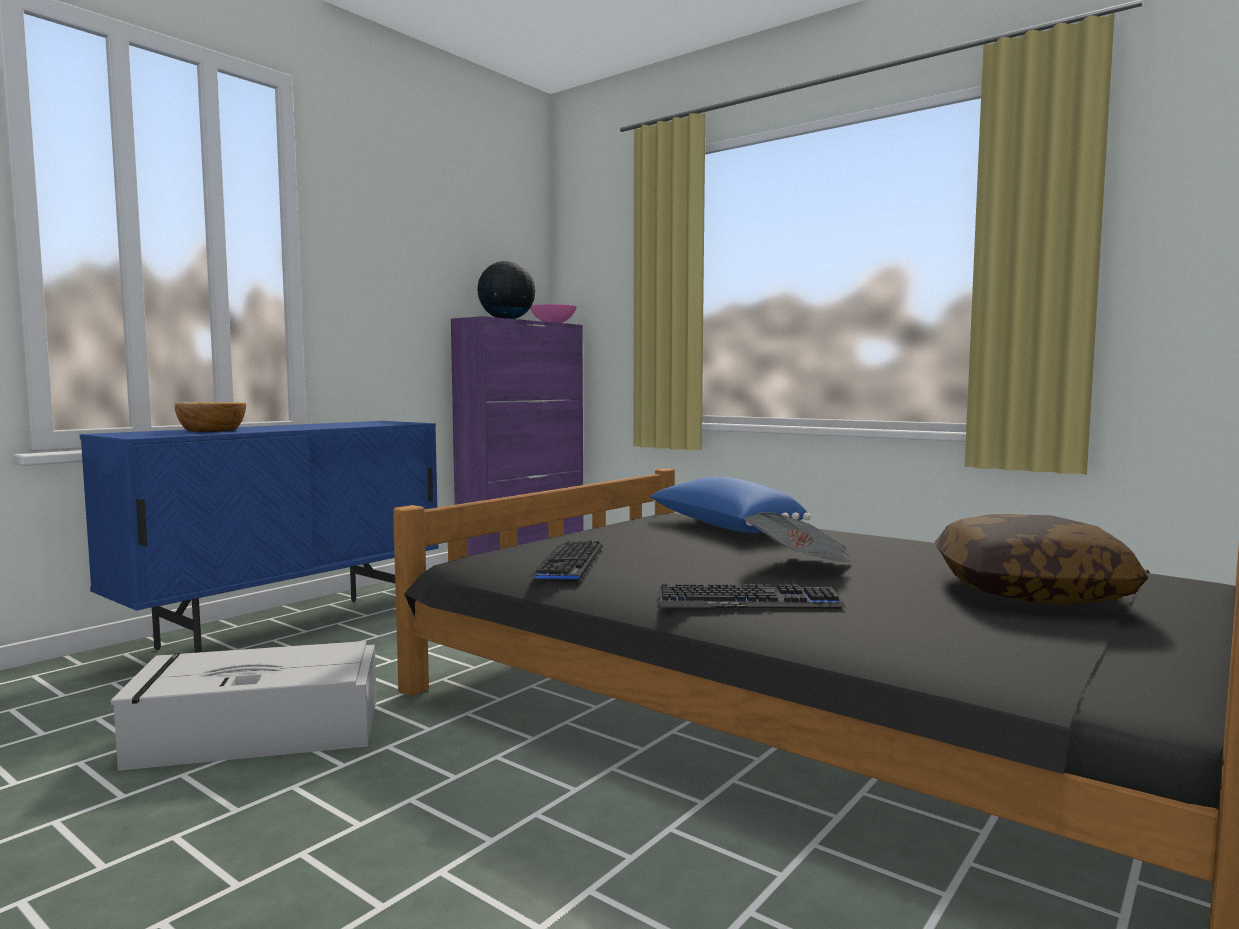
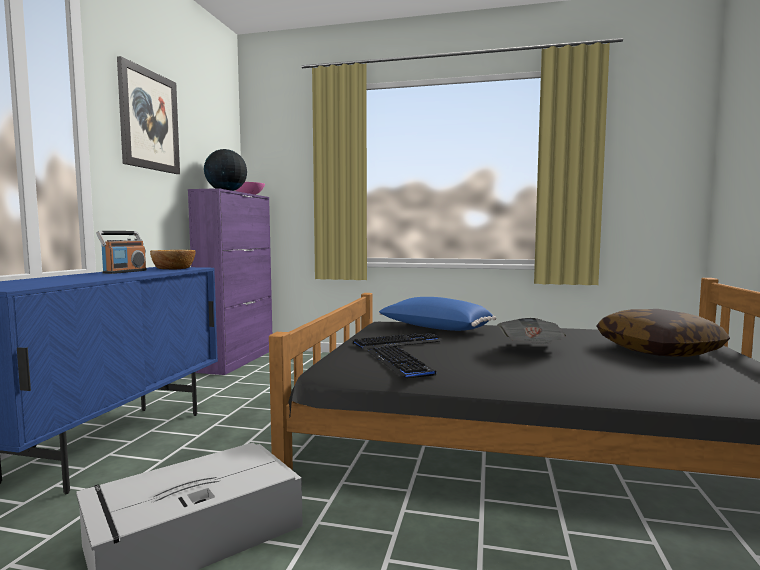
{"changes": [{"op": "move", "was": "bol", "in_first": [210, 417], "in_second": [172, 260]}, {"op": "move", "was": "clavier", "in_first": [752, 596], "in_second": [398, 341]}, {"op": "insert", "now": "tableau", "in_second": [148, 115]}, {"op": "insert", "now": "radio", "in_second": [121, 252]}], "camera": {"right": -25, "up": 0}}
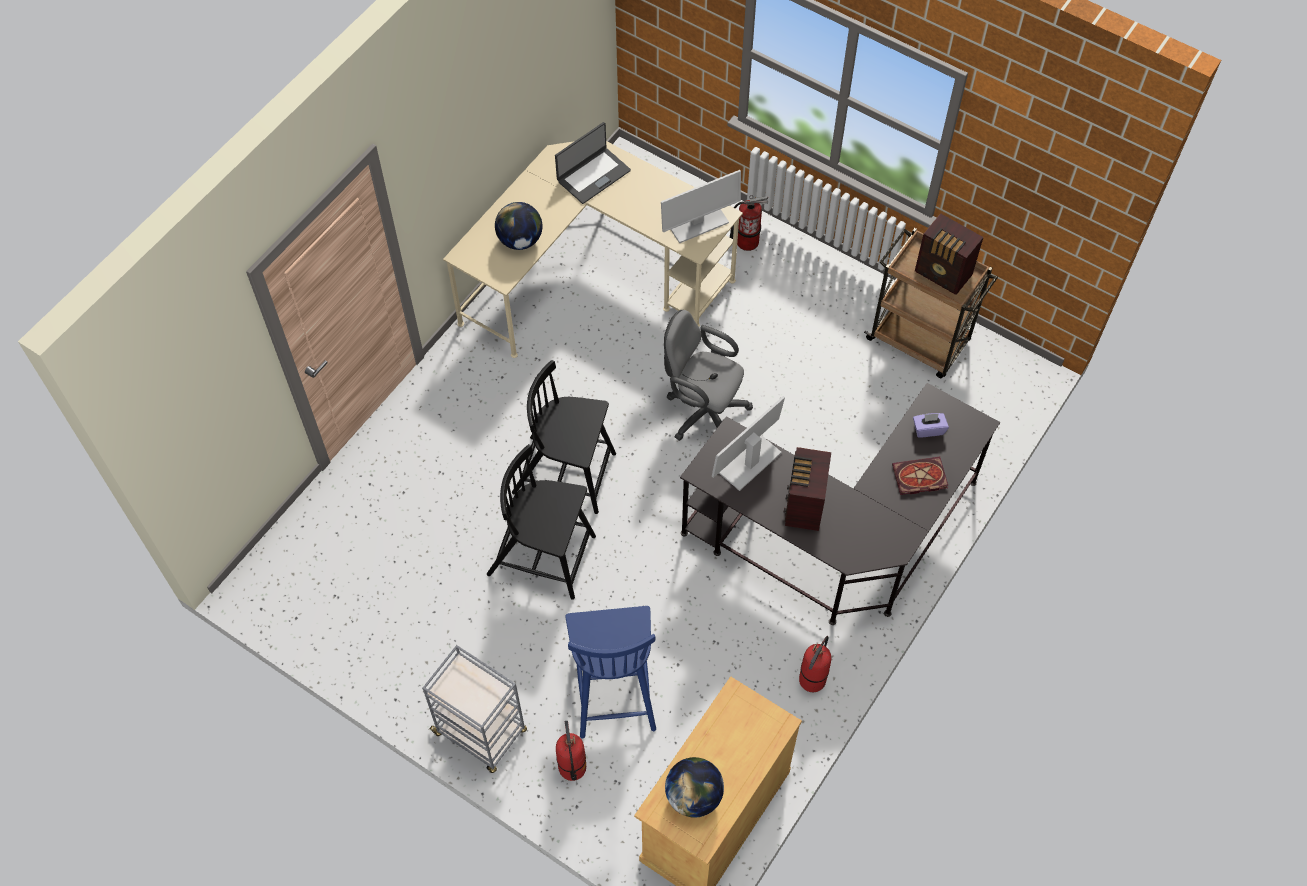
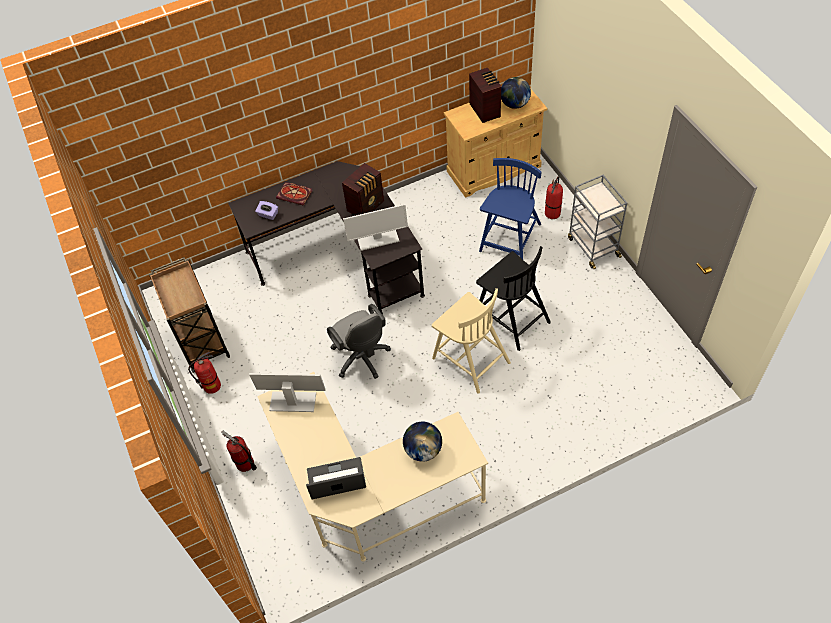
{"changes": [{"op": "move", "was": "radio", "in_first": [949, 254], "in_second": [485, 95]}, {"op": "recolor", "was": "chaise/noir", "now": "chaise/beige", "in_first": [564, 437], "in_second": [471, 341]}, {"op": "move", "was": "extincteur", "in_first": [815, 664], "in_second": [204, 373]}], "camera": {"right": -145, "up": -5}}
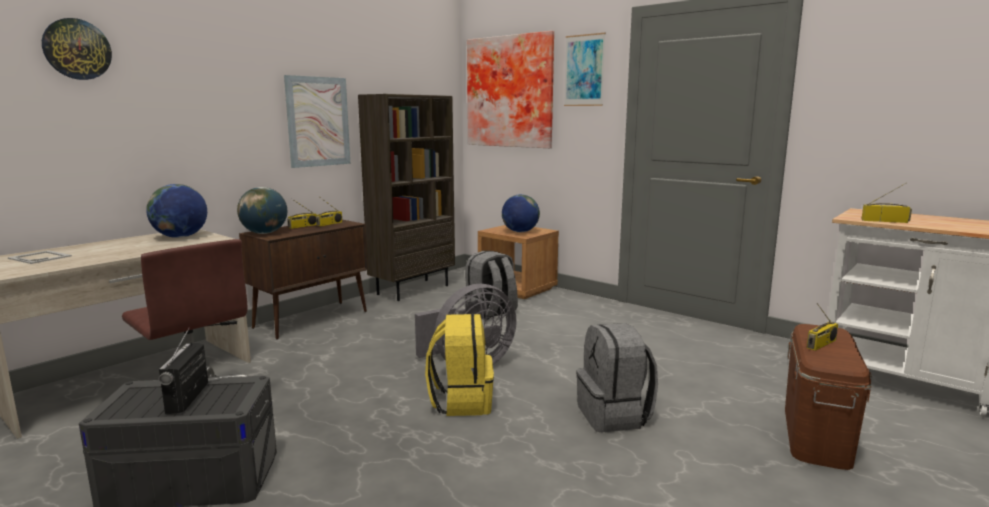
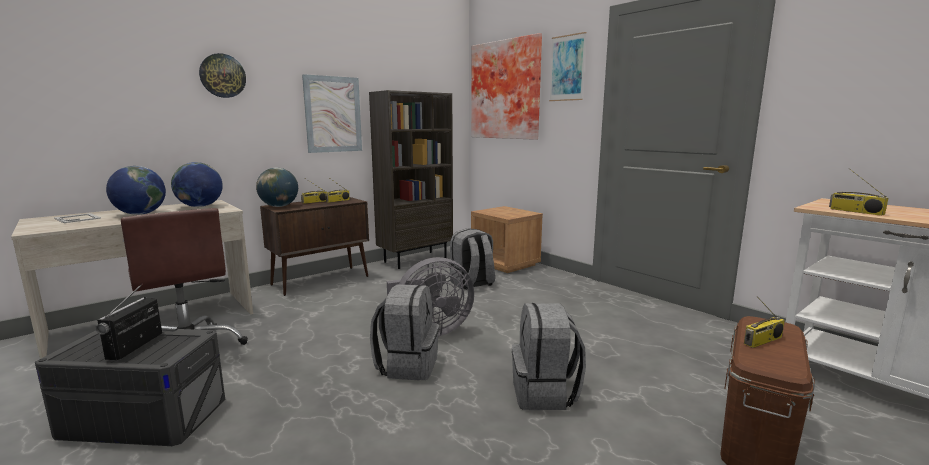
{"changes": [{"op": "move", "was": "horloge murale", "in_first": [77, 49], "in_second": [222, 75]}, {"op": "rotate", "was": "radio", "in_first": [886, 203], "in_second": [858, 192], "clockwise": -150}, {"op": "move", "was": "globe", "in_first": [521, 213], "in_second": [136, 190]}, {"op": "recolor", "was": "sac à dos/jaune", "now": "sac à dos/gris", "in_first": [459, 365], "in_second": [404, 332]}], "camera": {"right": 10, "up": 0}}
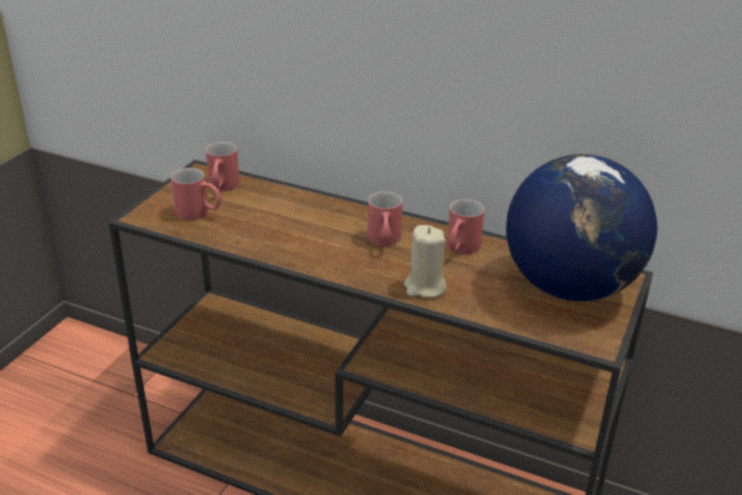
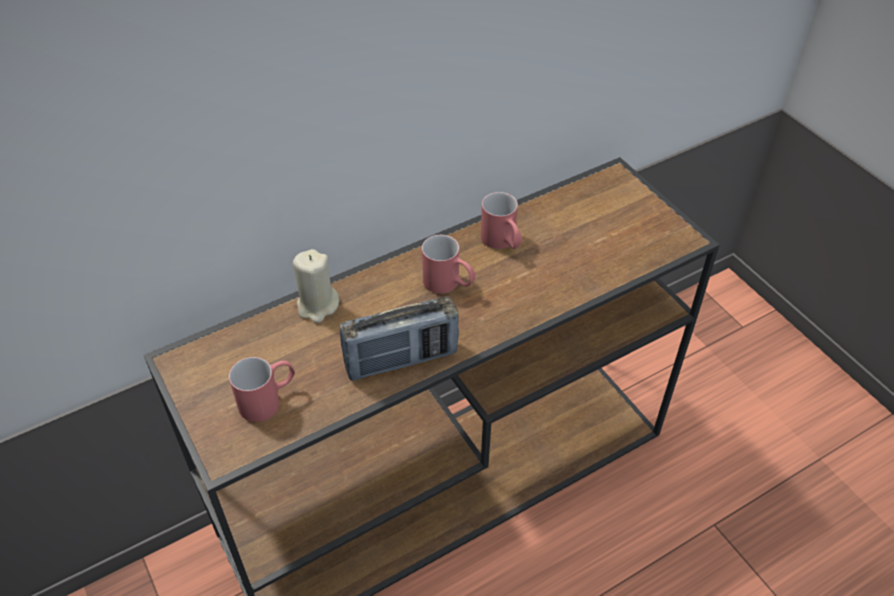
{"changes": [{"op": "delete", "was": "mug/rouge", "in_first": [222, 166]}, {"op": "delete", "was": "globe", "in_first": [581, 227]}, {"op": "move", "was": "bougie/beige", "in_first": [425, 261], "in_second": [316, 286]}, {"op": "insert", "now": "radio", "in_second": [399, 338]}], "camera": {"right": -55, "up": 15}}
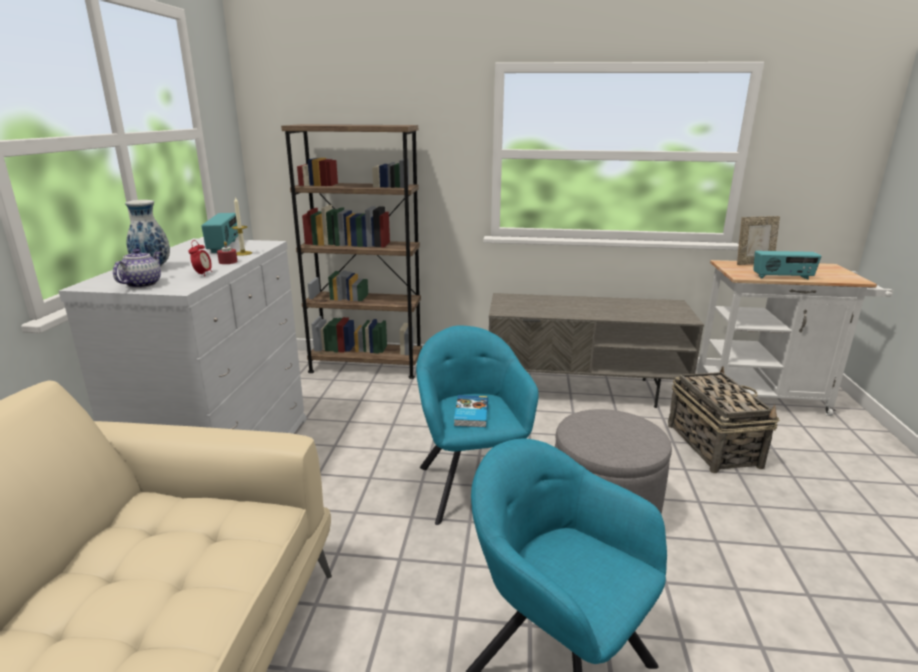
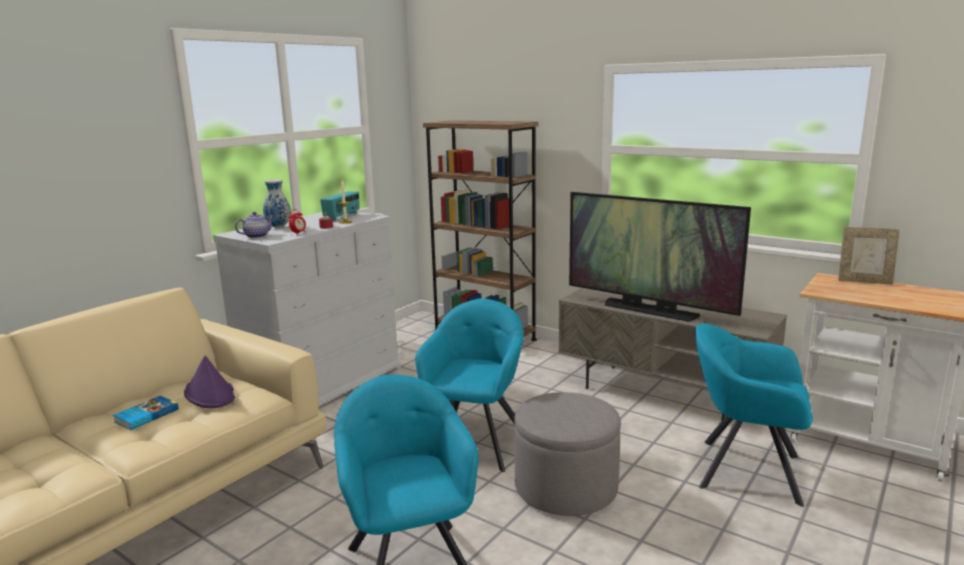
{"changes": [{"op": "delete", "was": "radio", "in_first": [787, 265]}, {"op": "replace", "was": "panier", "now": "fauteuil/turquoise", "in_first": [724, 419], "in_second": [754, 415]}, {"op": "move", "was": "livre", "in_first": [471, 411], "in_second": [146, 413]}, {"op": "insert", "now": "téléviseur", "in_second": [660, 257]}, {"op": "insert", "now": "chapeau/violet", "in_second": [209, 381]}], "camera": {"right": 30, "up": -5}}
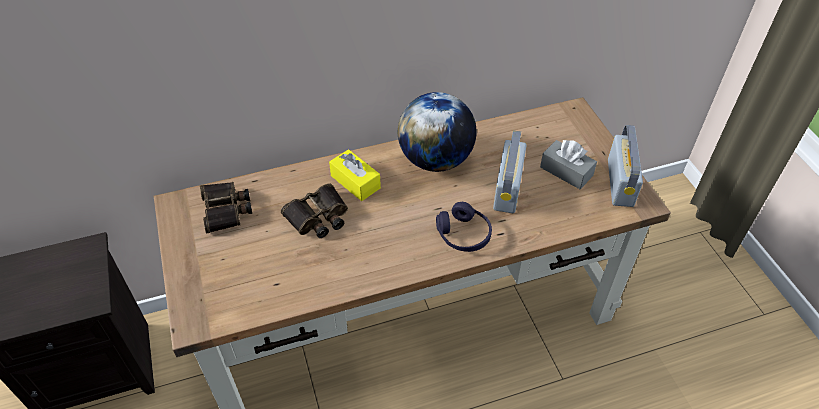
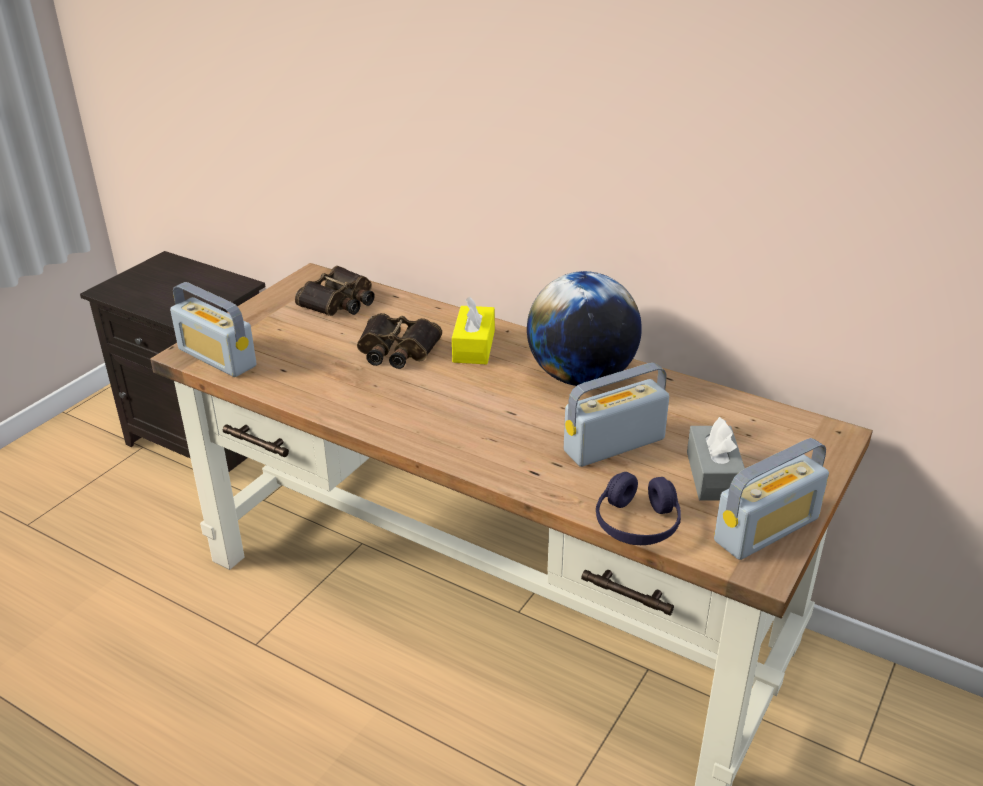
{"changes": [{"op": "move", "was": "casque audio/violet", "in_first": [464, 227], "in_second": [638, 508]}, {"op": "insert", "now": "radio", "in_second": [213, 329]}], "camera": {"right": 50, "up": -15}}
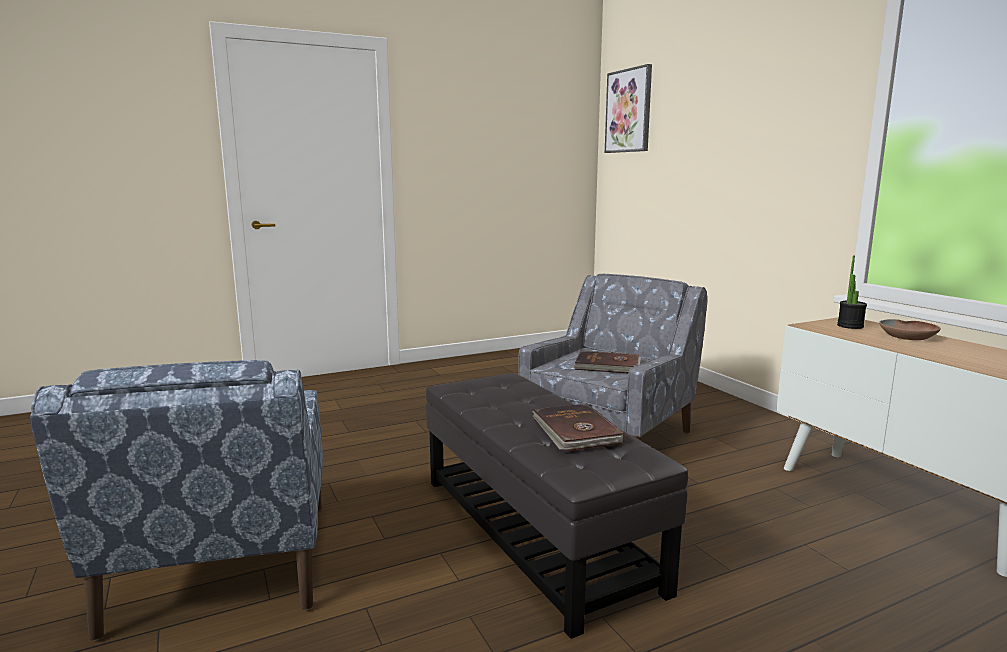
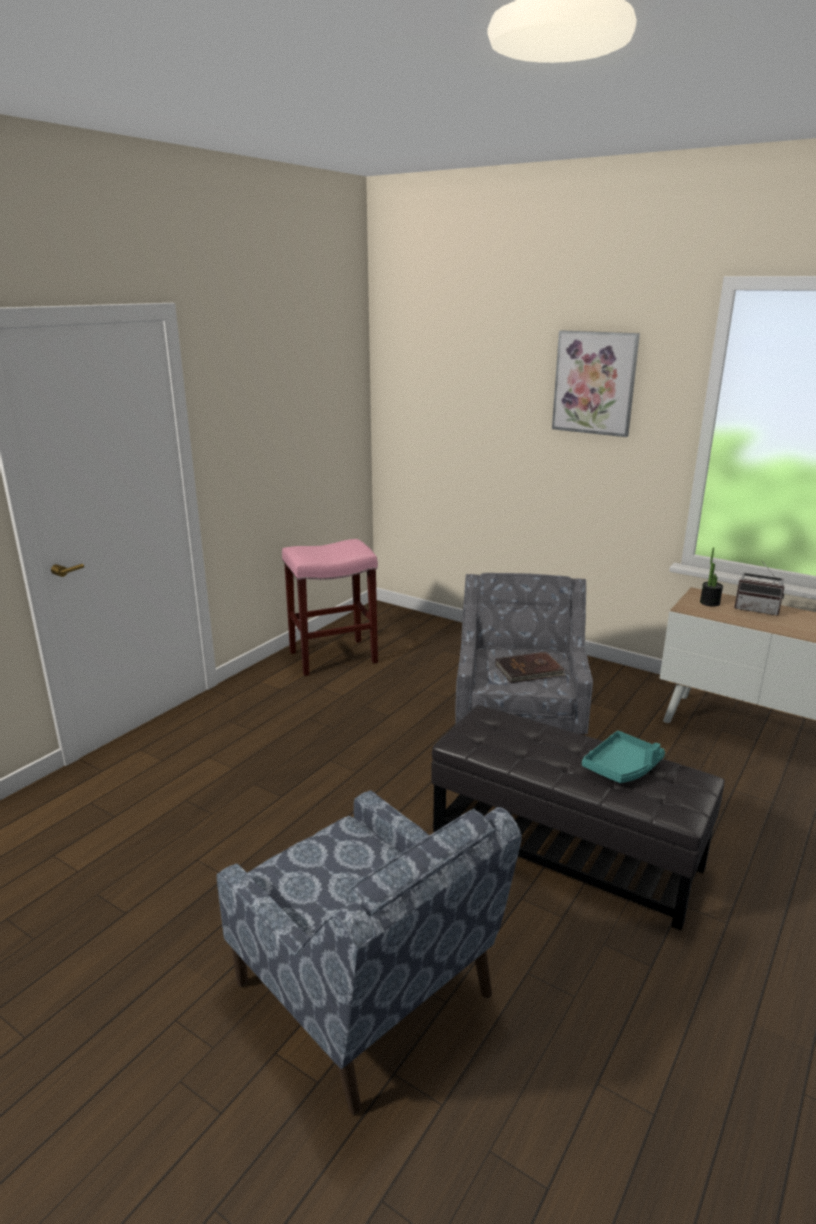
{"changes": [{"op": "move", "was": "tableau", "in_first": [628, 108], "in_second": [596, 383]}, {"op": "replace", "was": "bol/marron", "now": "radio", "in_first": [910, 329], "in_second": [759, 588]}, {"op": "replace", "was": "livre/marron", "now": "plateau/turquoise", "in_first": [578, 427], "in_second": [623, 757]}, {"op": "insert", "now": "tabouret/rose", "in_second": [330, 607]}], "camera": {"right": -30, "up": 10}}
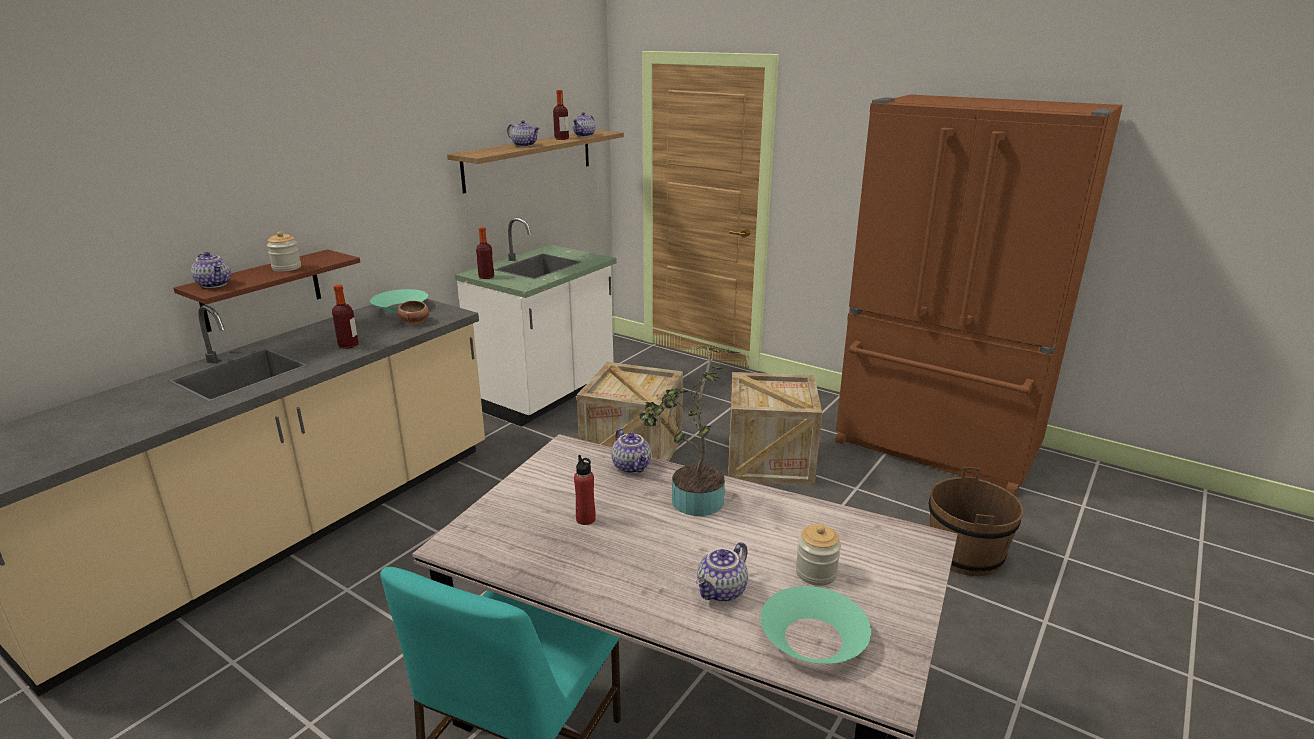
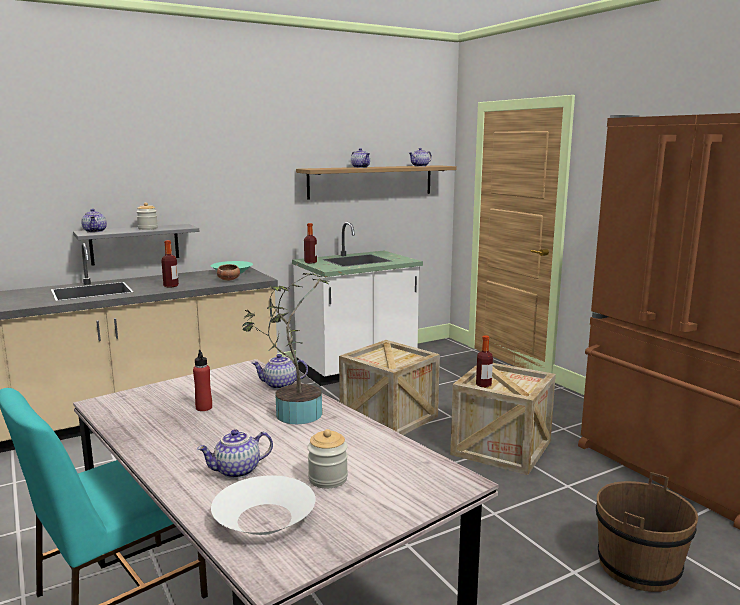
{"changes": [{"op": "move", "was": "bouteille", "in_first": [561, 115], "in_second": [484, 361]}, {"op": "recolor", "was": "étagère/marron", "now": "étagère/gris", "in_first": [267, 290], "in_second": [136, 245]}, {"op": "rotate", "was": "théière", "in_first": [631, 451], "in_second": [280, 372], "clockwise": 90}, {"op": "recolor", "was": "bol/turquoise", "now": "bol/blanc", "in_first": [815, 625], "in_second": [263, 505]}], "camera": {"right": 25, "up": -10}}
